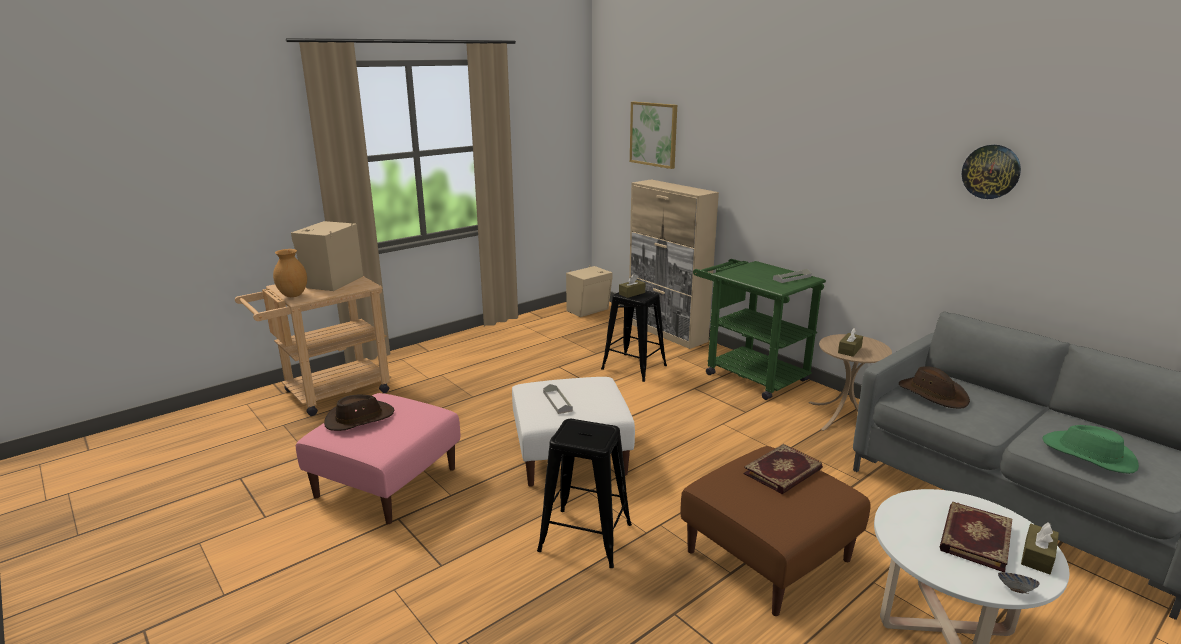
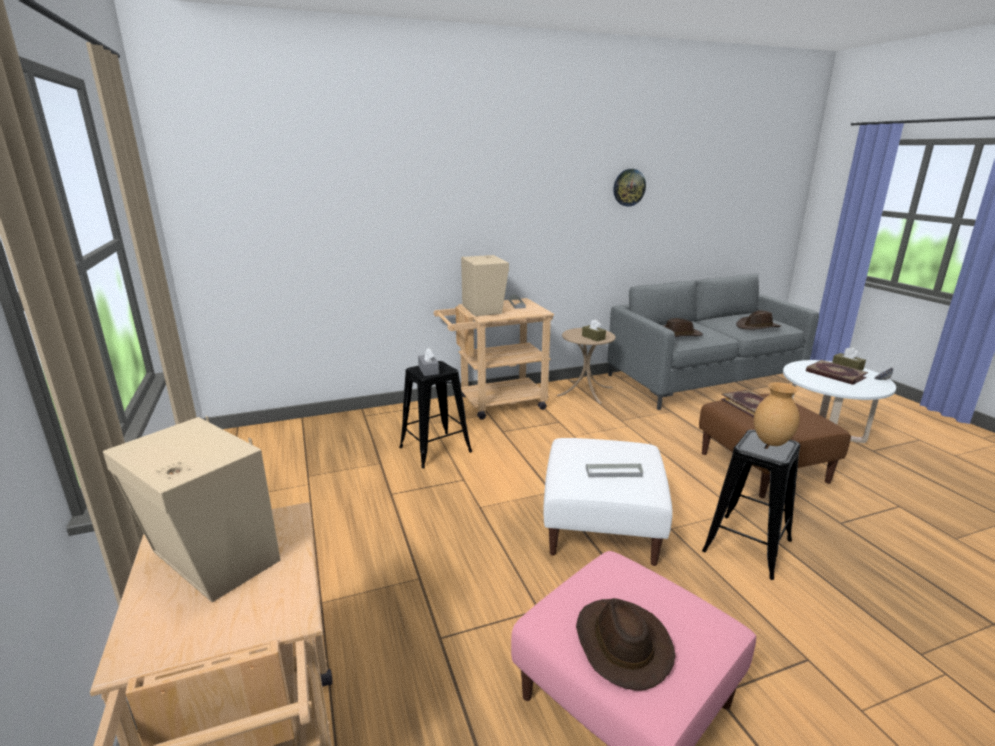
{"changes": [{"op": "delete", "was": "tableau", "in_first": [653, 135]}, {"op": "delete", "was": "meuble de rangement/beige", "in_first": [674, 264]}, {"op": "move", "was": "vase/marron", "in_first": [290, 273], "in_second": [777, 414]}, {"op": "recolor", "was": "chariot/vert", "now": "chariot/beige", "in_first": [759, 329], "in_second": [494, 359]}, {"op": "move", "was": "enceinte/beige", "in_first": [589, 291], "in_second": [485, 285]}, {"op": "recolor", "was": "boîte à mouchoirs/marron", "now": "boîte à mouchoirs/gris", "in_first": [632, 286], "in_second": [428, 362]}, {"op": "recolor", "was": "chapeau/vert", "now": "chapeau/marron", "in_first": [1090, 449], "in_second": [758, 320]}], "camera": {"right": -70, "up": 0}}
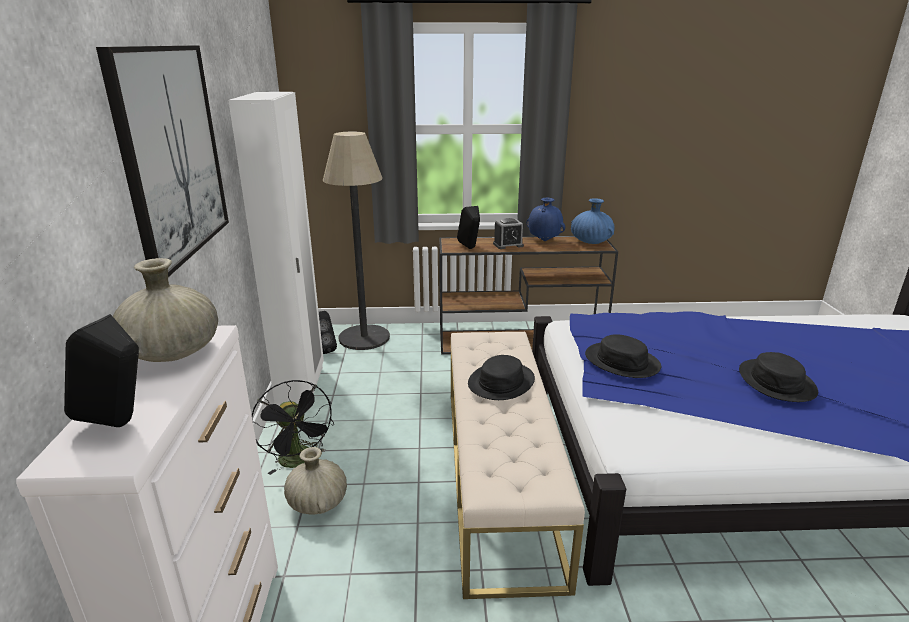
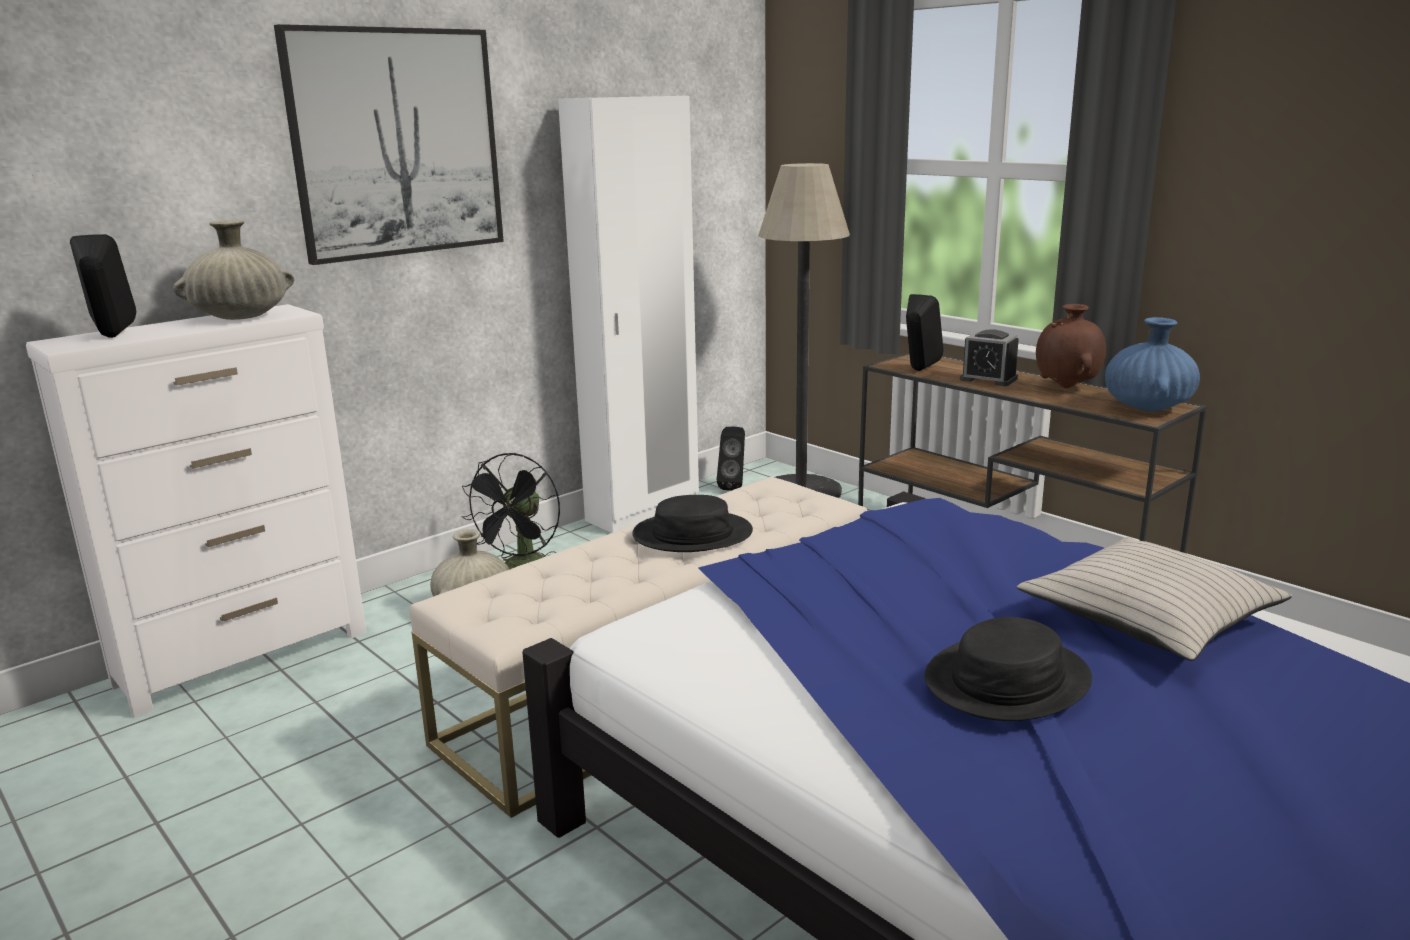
{"changes": [{"op": "recolor", "was": "vase/bleu", "now": "vase/marron", "in_first": [546, 219], "in_second": [1071, 346]}, {"op": "delete", "was": "chapeau/noir", "in_first": [623, 356]}, {"op": "insert", "now": "coussin/beige", "in_second": [1154, 599]}], "camera": {"right": 50, "up": -5}}
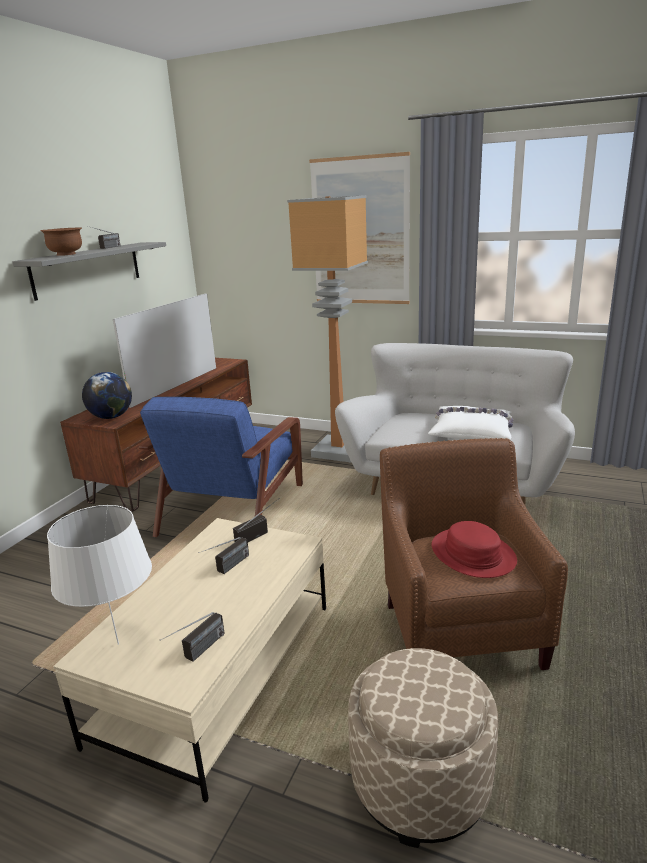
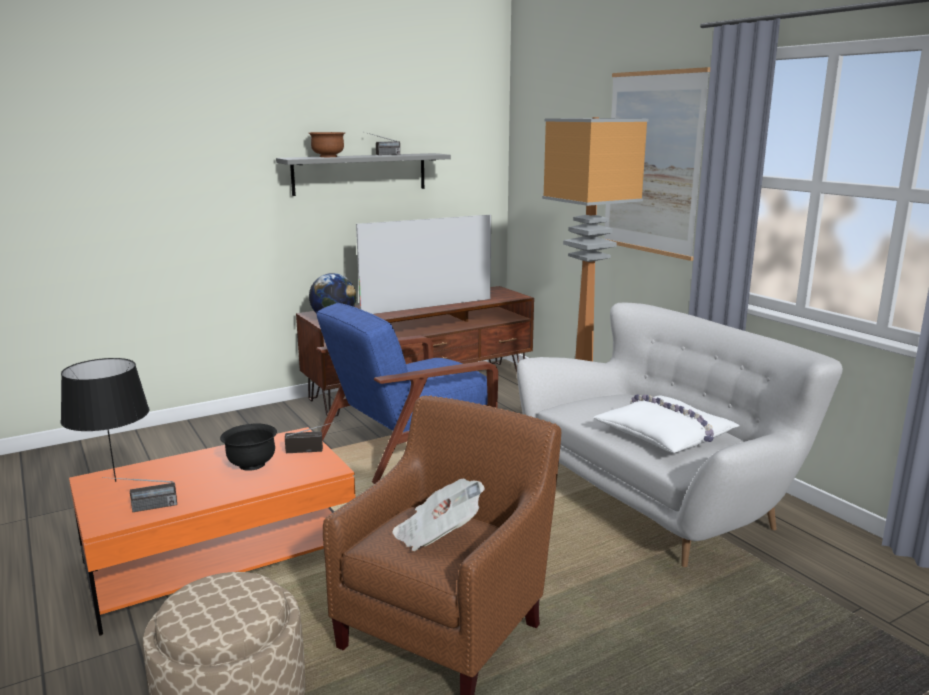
{"changes": [{"op": "recolor", "was": "lampe de table/blanc", "now": "lampe de table/noir", "in_first": [99, 575], "in_second": [105, 420]}, {"op": "recolor", "was": "table basse/beige", "now": "table basse/orange", "in_first": [189, 660], "in_second": [212, 531]}, {"op": "replace", "was": "chapeau/rouge", "now": "journal", "in_first": [474, 549], "in_second": [438, 514]}, {"op": "replace", "was": "radio", "now": "bol/noir", "in_first": [223, 555], "in_second": [248, 447]}], "camera": {"right": 35, "up": -5}}
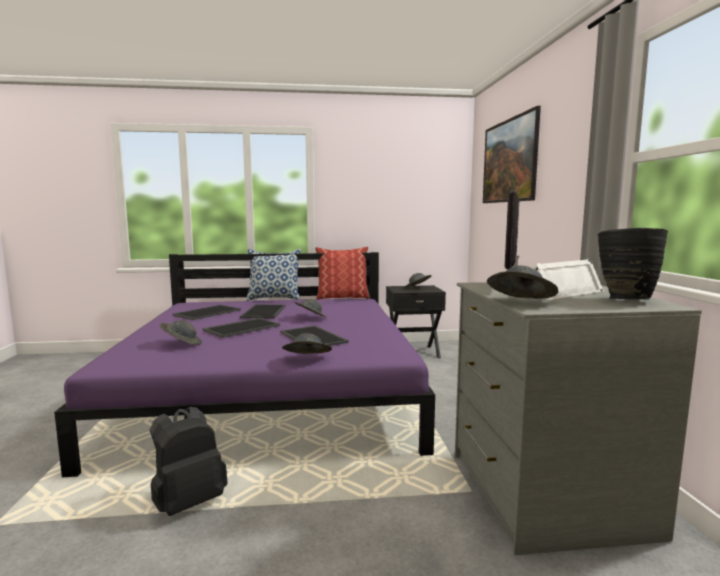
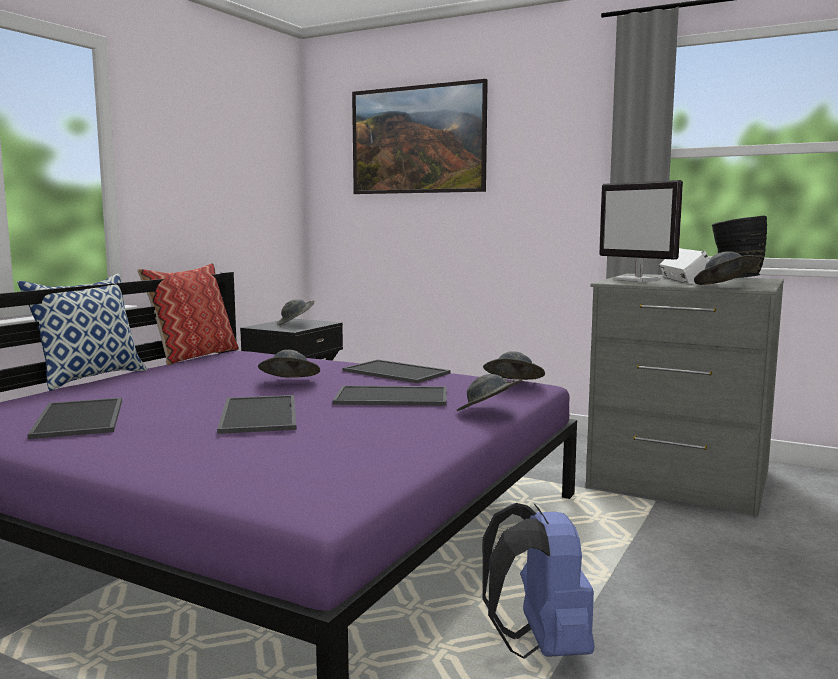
{"changes": [{"op": "move", "was": "plateau", "in_first": [263, 311], "in_second": [396, 371]}, {"op": "move", "was": "chapeau/gris", "in_first": [181, 332], "in_second": [514, 365]}, {"op": "recolor", "was": "sac à dos/noir", "now": "sac à dos/bleu", "in_first": [189, 461], "in_second": [538, 581]}], "camera": {"right": -55, "up": 0}}
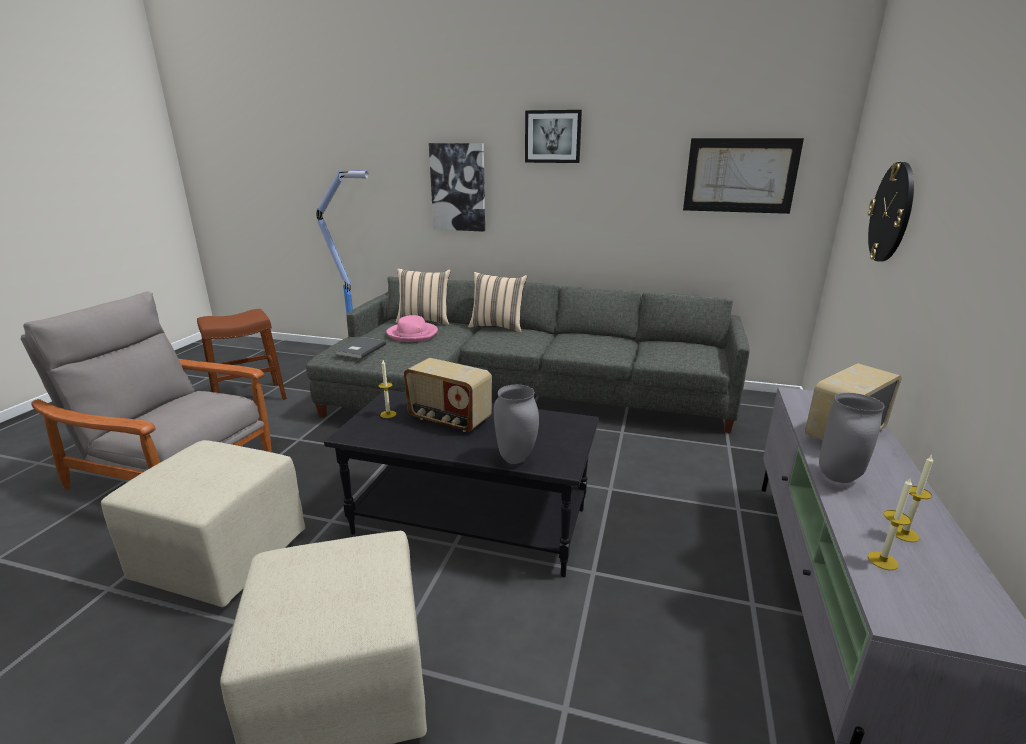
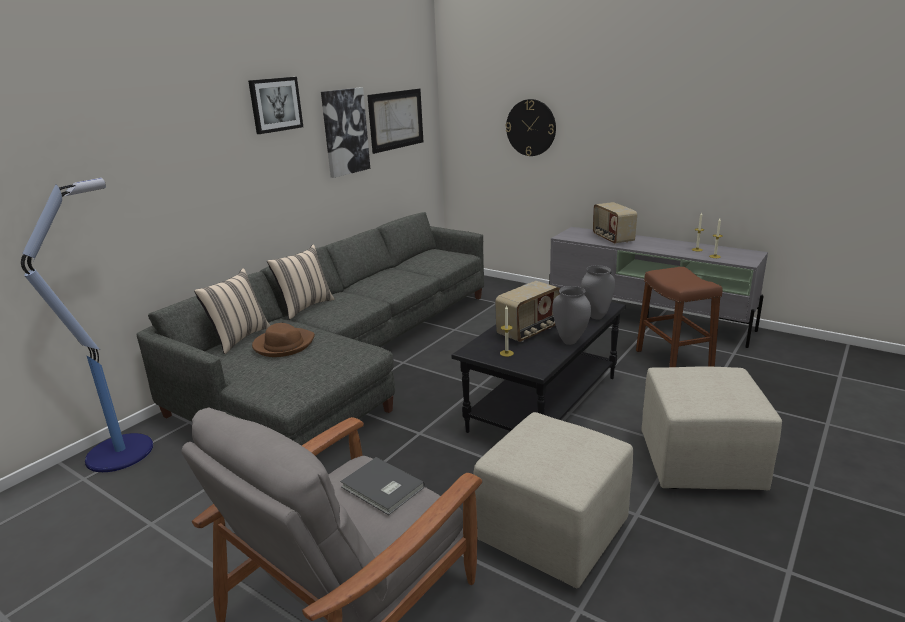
{"changes": [{"op": "move", "was": "tableau", "in_first": [457, 187], "in_second": [345, 133]}, {"op": "move", "was": "tabouret/marron", "in_first": [242, 354], "in_second": [679, 317]}, {"op": "recolor", "was": "chapeau/rose", "now": "chapeau/marron", "in_first": [412, 328], "in_second": [283, 340]}, {"op": "move", "was": "livre/gris", "in_first": [360, 348], "in_second": [382, 486]}, {"op": "move", "was": "vase/gris", "in_first": [851, 438], "in_second": [571, 315]}], "camera": {"right": -70, "up": 0}}
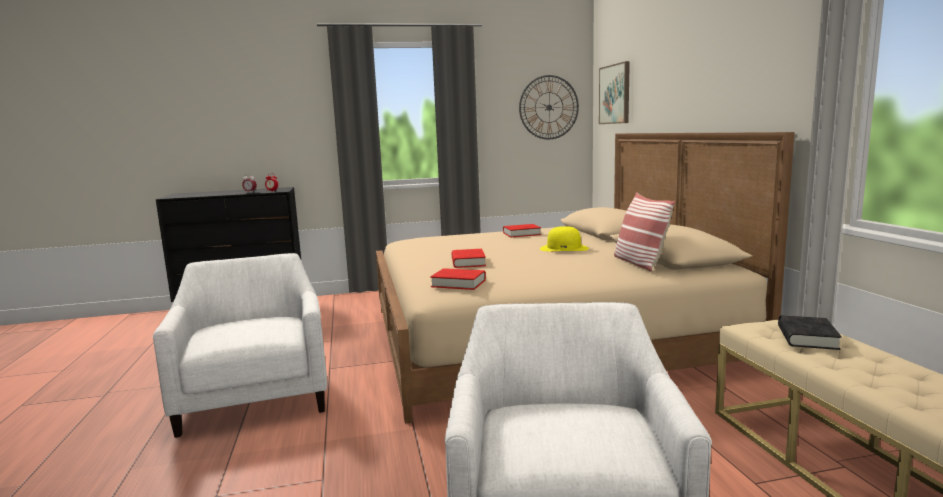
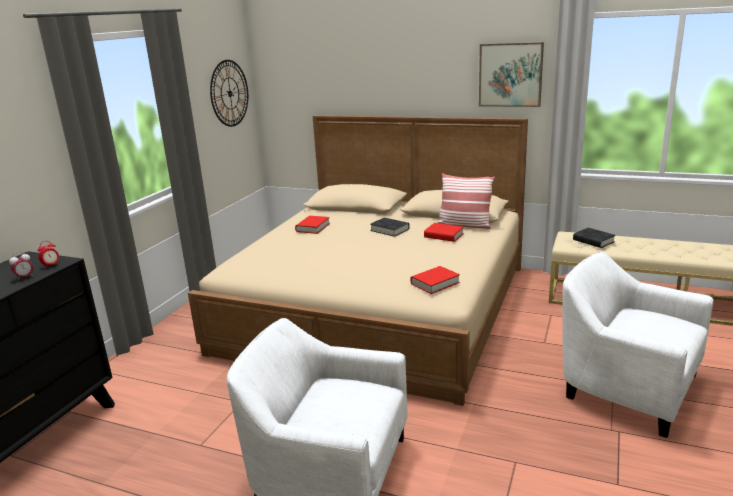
{"changes": [{"op": "move", "was": "tableau", "in_first": [614, 92], "in_second": [511, 74]}, {"op": "replace", "was": "chapeau/jaune", "now": "livre/noir", "in_first": [564, 238], "in_second": [390, 227]}, {"op": "move", "was": "livre/rouge", "in_first": [469, 258], "in_second": [444, 232]}], "camera": {"right": -55, "up": 10}}
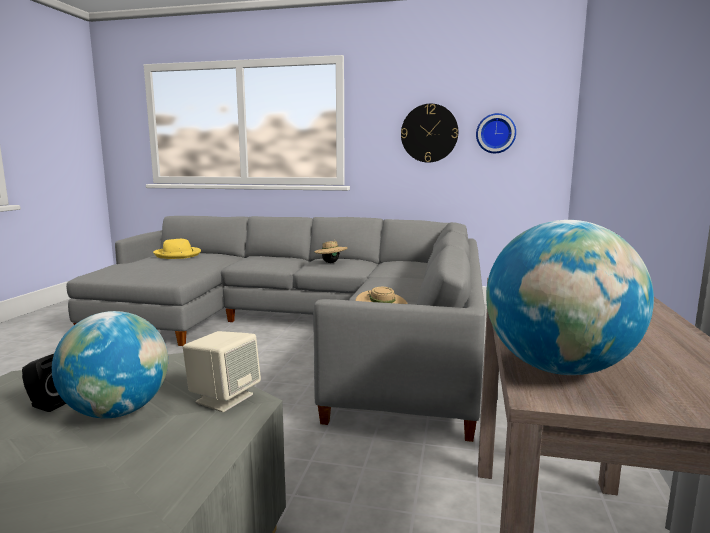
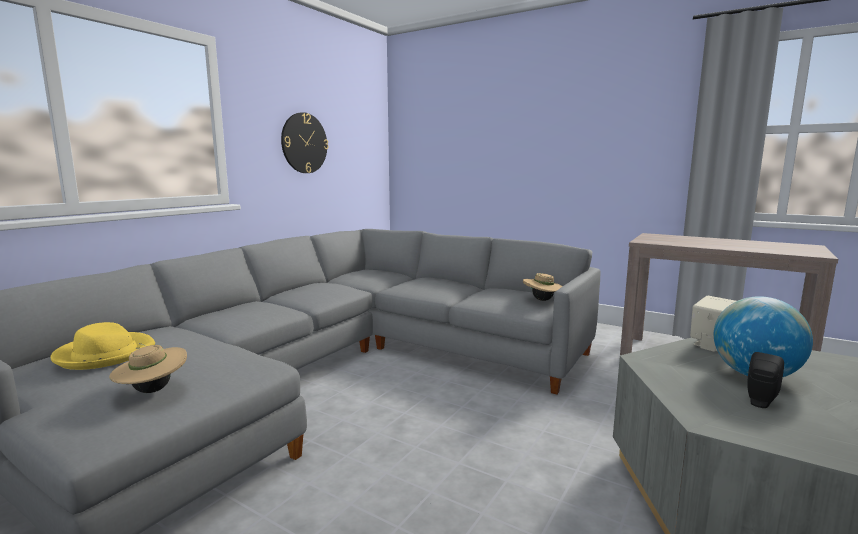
{"changes": [{"op": "delete", "was": "horloge murale", "in_first": [496, 133]}, {"op": "delete", "was": "globe", "in_first": [570, 297]}, {"op": "move", "was": "chapeau/beige", "in_first": [330, 252], "in_second": [148, 368]}], "camera": {"right": -70, "up": 0}}
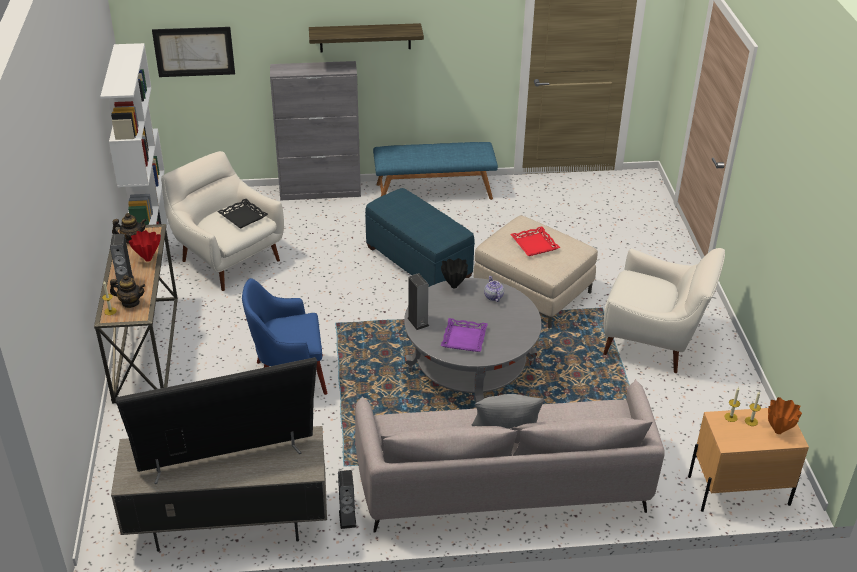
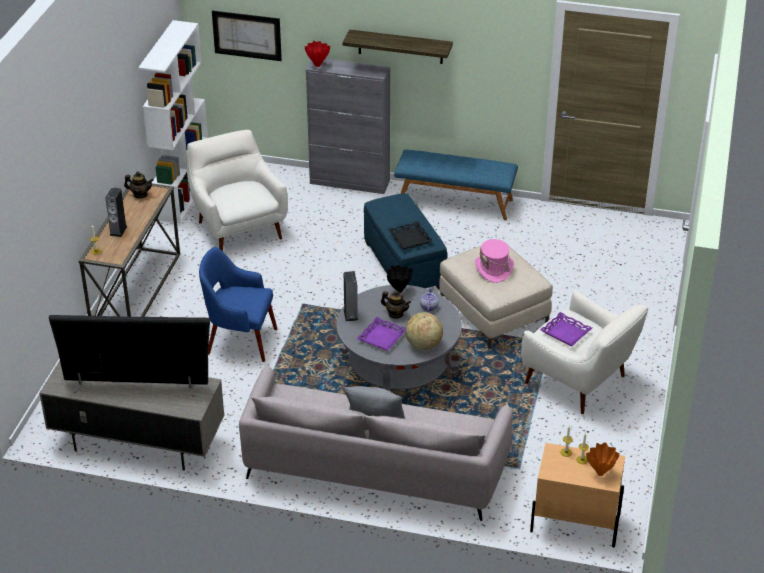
{"changes": [{"op": "move", "was": "plateau/noir", "in_first": [242, 213], "in_second": [410, 235]}, {"op": "replace", "was": "plateau/rouge", "now": "chapeau/rose", "in_first": [535, 241], "in_second": [494, 261]}, {"op": "move", "was": "vase/rouge", "in_first": [145, 246], "in_second": [317, 54]}, {"op": "move", "was": "théière", "in_first": [128, 291], "in_second": [396, 304]}, {"op": "delete", "was": "enceinte", "in_first": [347, 499]}, {"op": "insert", "now": "globe", "in_second": [424, 331]}, {"op": "insert", "now": "plateau/violet", "in_second": [566, 329]}], "camera": {"right": 20, "up": 0}}
